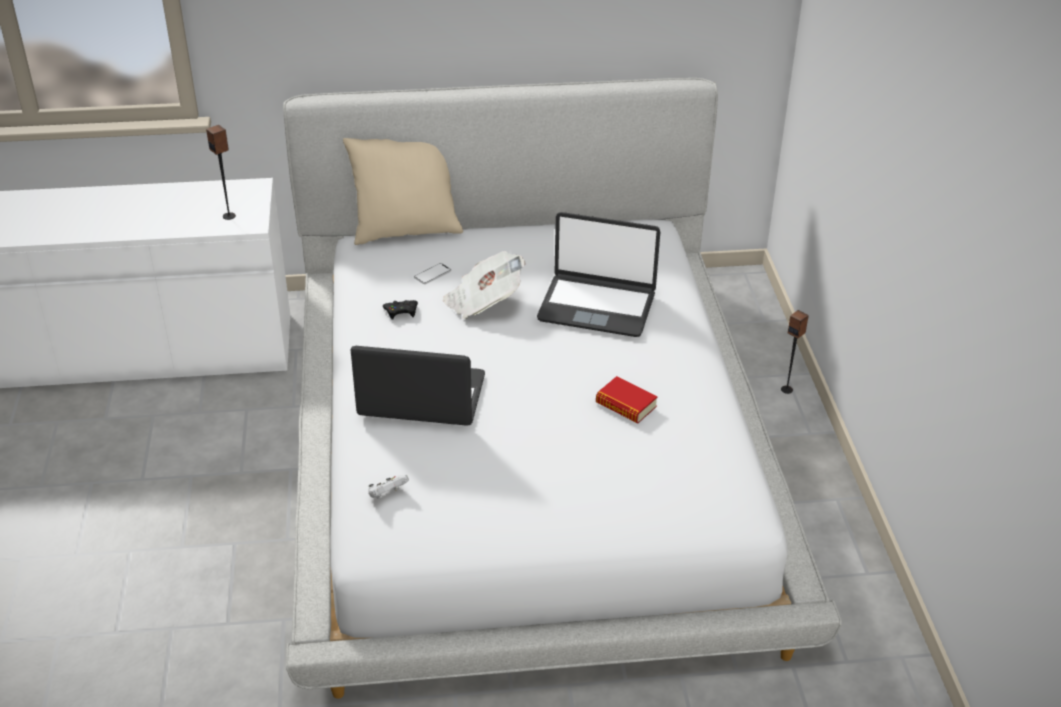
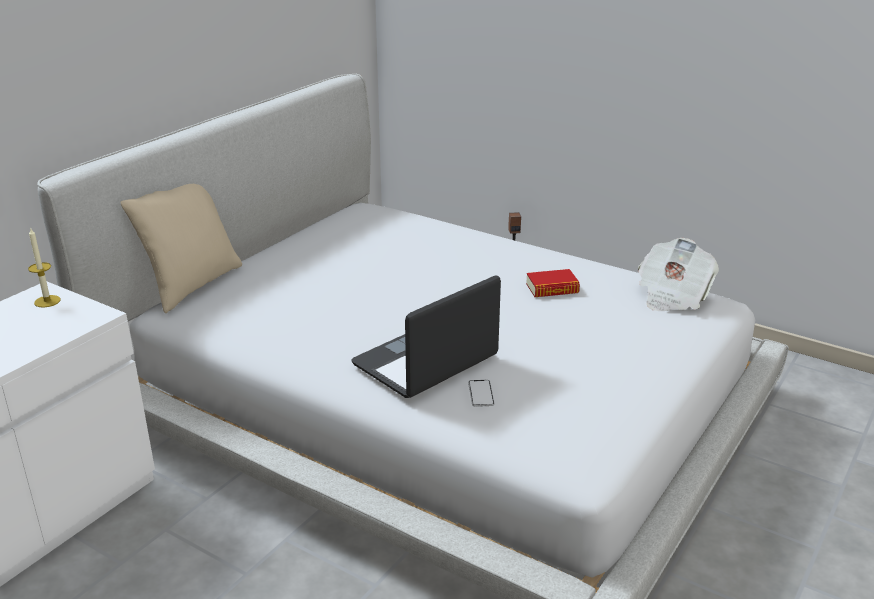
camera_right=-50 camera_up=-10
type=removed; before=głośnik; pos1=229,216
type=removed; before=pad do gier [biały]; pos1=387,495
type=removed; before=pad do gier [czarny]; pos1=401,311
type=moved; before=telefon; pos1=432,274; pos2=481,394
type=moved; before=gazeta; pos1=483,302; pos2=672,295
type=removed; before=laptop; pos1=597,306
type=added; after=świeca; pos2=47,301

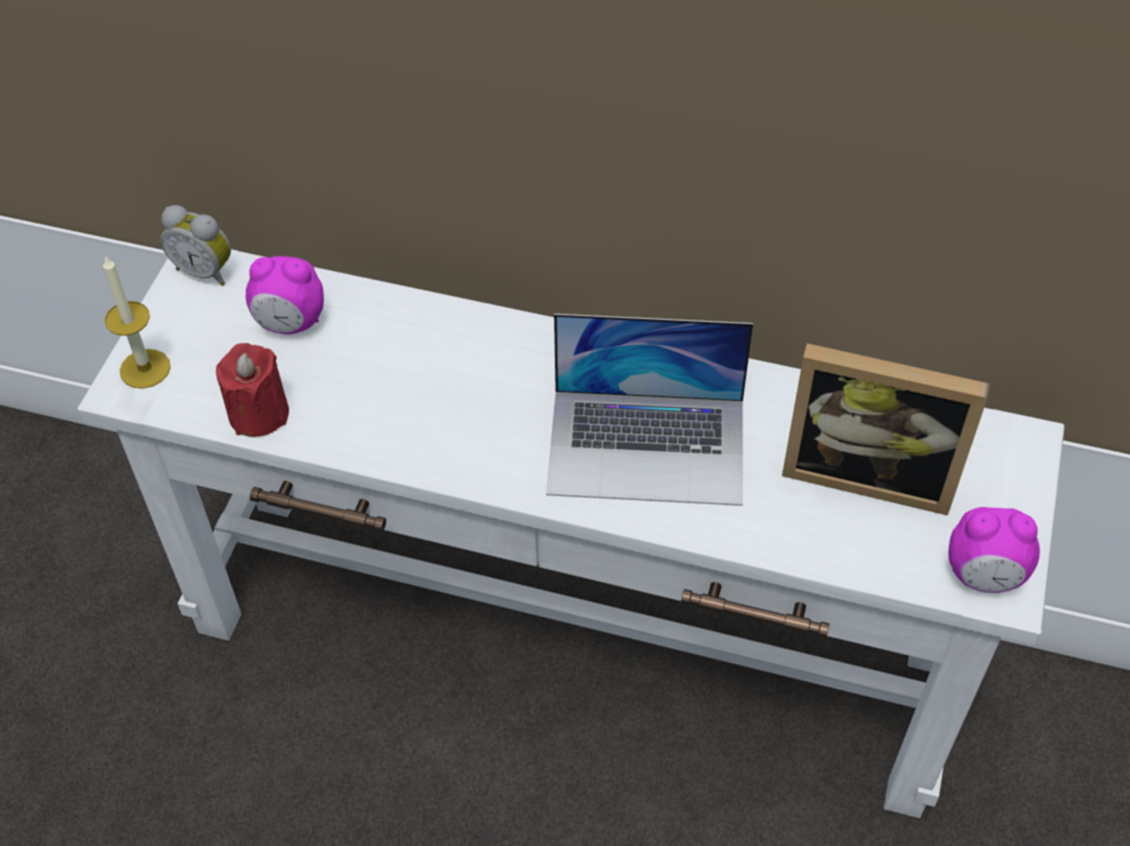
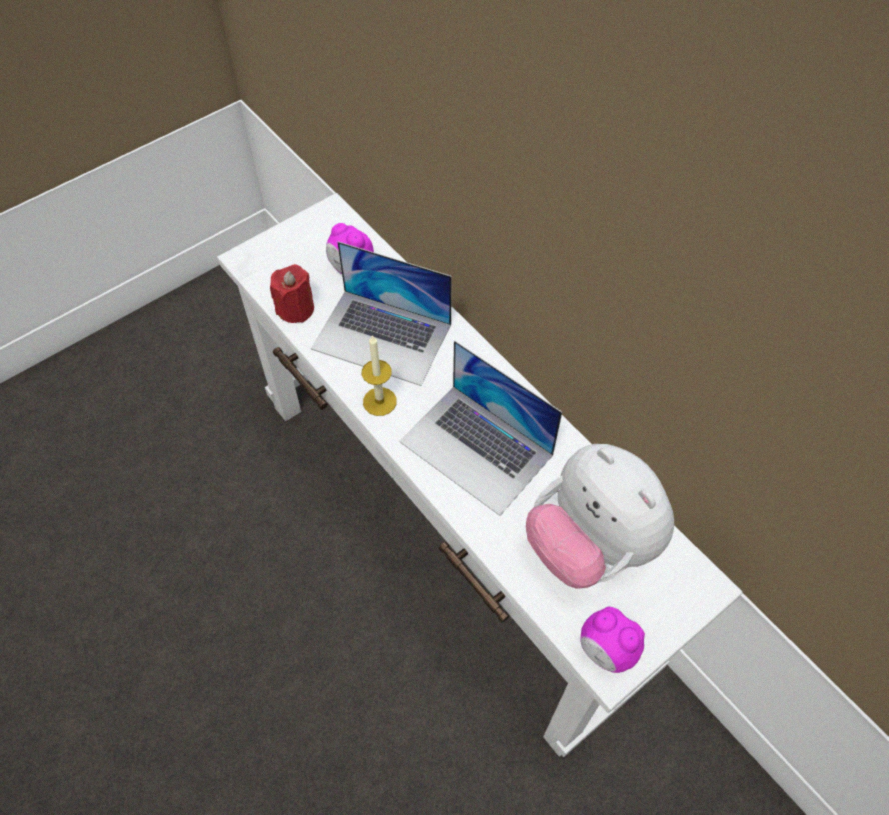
camera_right=35 camera_up=5
type=moved; before=świeca; pos1=145,369; pos2=379,401
type=removed; before=budzik; pos1=206,270
type=replaced; before=ramka na zdjęcie; after=pluszak; pos1=869,473; pos2=590,544
type=added; after=laptop; pos2=382,336

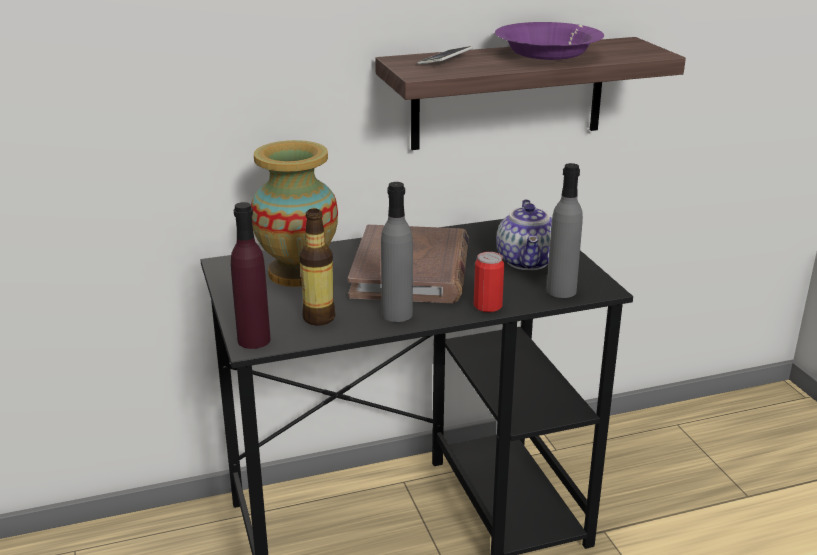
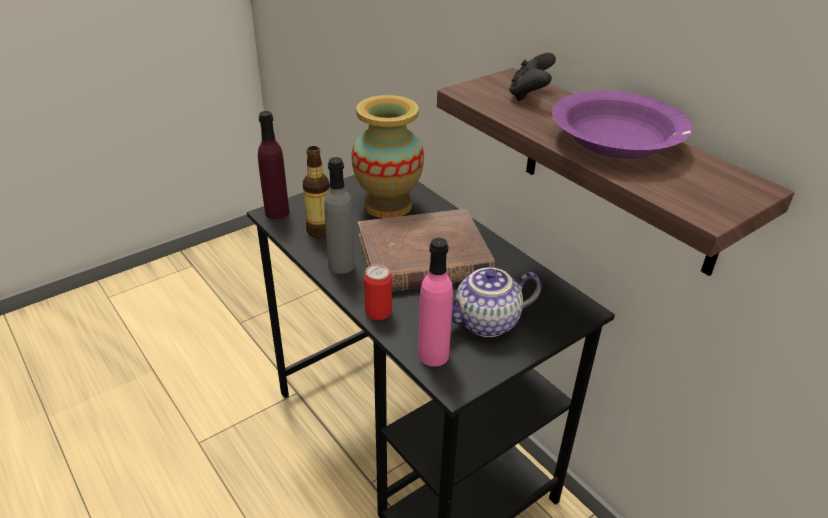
camera_right=70 camera_up=10
type=replaced; before=telefon; after=pad do gier [czarny]; pos1=445,60; pos2=529,95
type=recoloured; before=butelka [szary]; after=butelka [różowy]; pos1=561,291; pos2=433,355

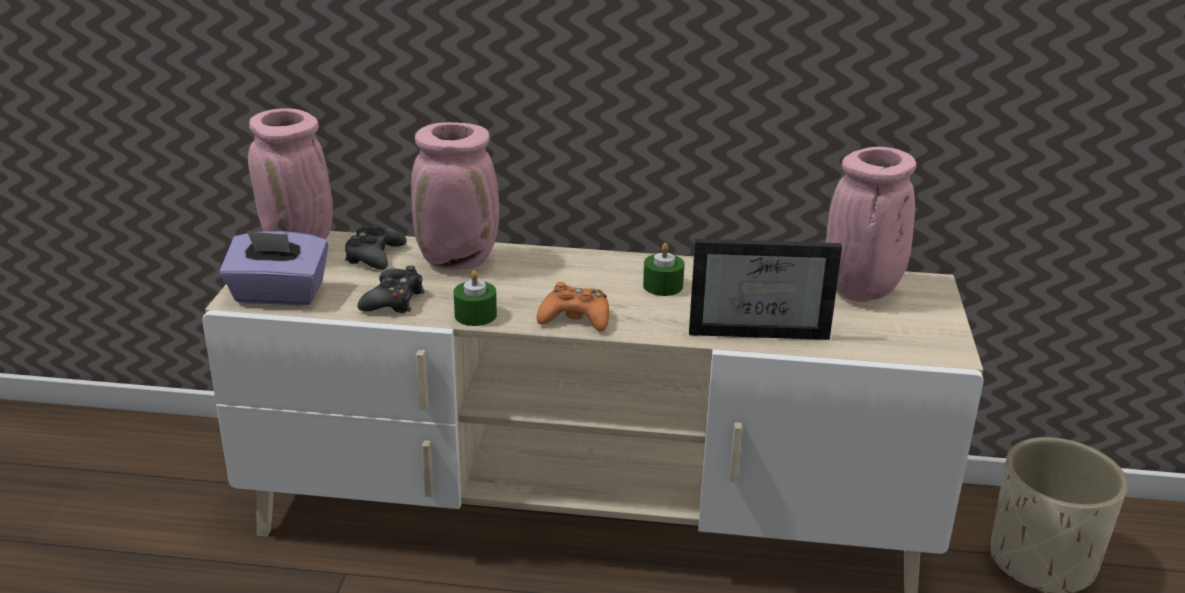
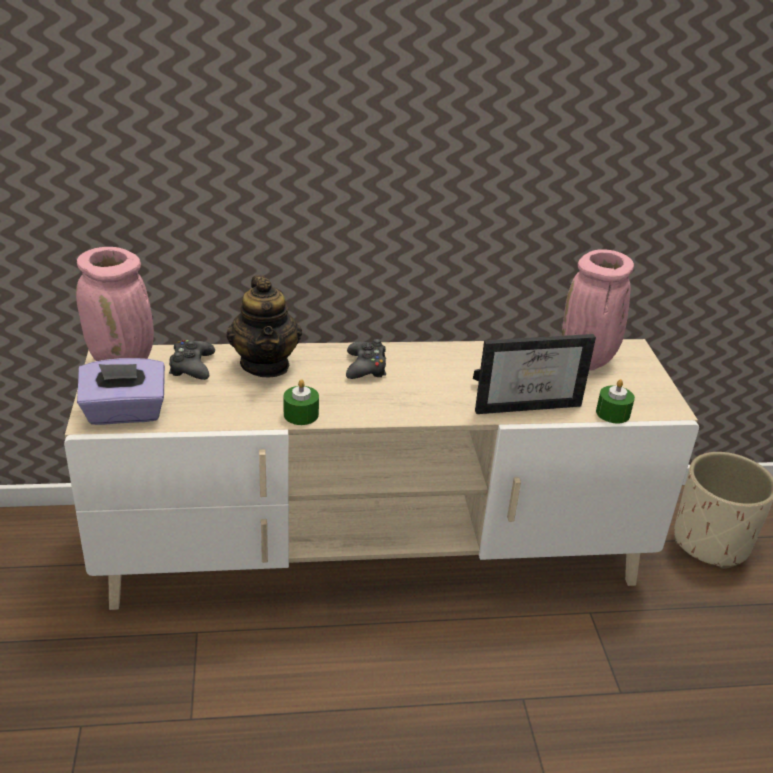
camera_right=-15 camera_up=5
type=moved; before=pad do gier [czarny]; pos1=393,300; pos2=366,367
type=replaced; before=wazon [różowy]; after=imbryk; pos1=459,261; pos2=265,364
type=removed; before=pad do gier [pomarańczowy]; pos1=575,318
type=moved; before=świeca [zielony]; pos1=663,286; pos2=612,413

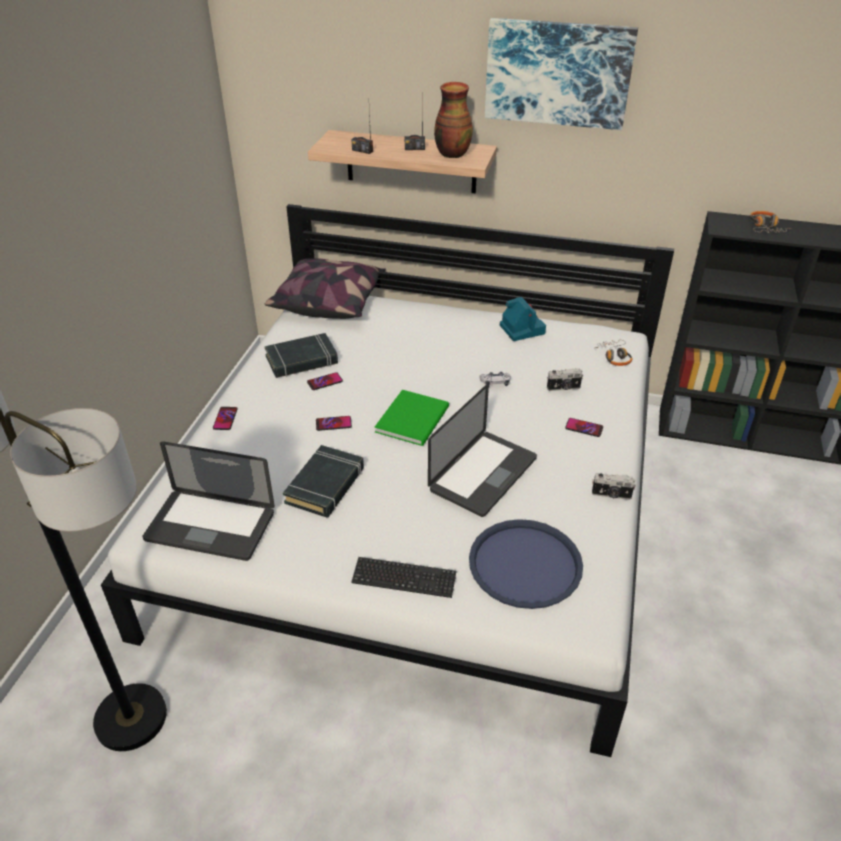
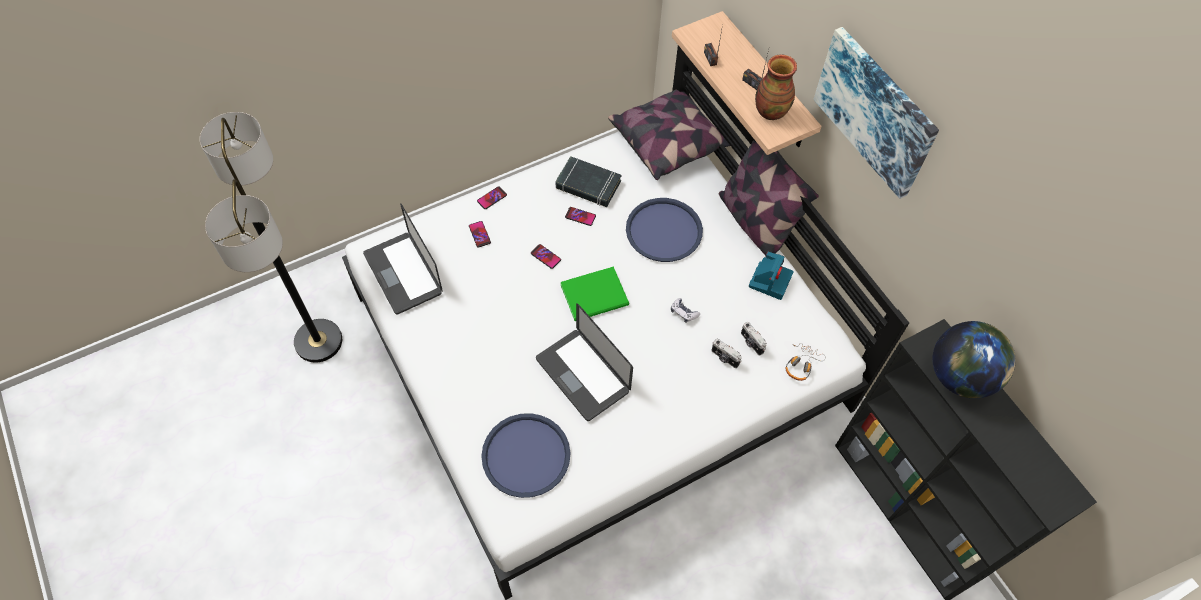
camera_right=45 camera_up=20
type=removed; before=książka [czarny]; pos1=325,485
type=removed; before=klawiatura; pos1=404,579
type=turned; before=laptop; pos1=483,474; pos2=582,375; turn=60
type=moved; before=telefon; pos1=584,428; pos2=479,234
type=moved; before=aparat fotograficzny; pos1=611,495; pos2=751,343
type=replaced; before=słuchawki; after=globus; pos1=765,227; pos2=960,376
type=added; after=taca [niebieski]; pos2=663,231
type=added; after=poduszka; pos2=755,222

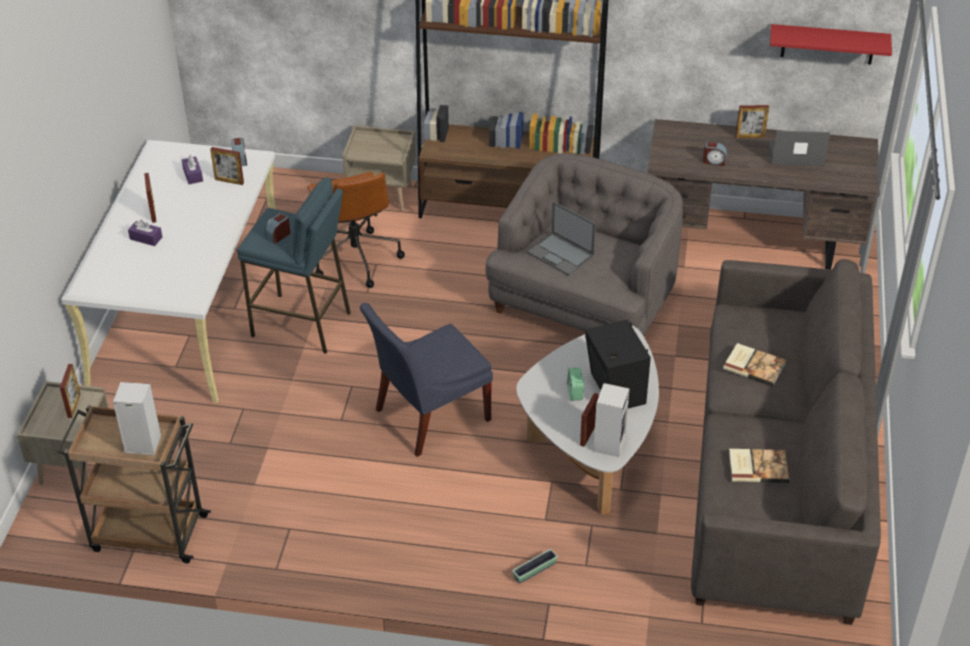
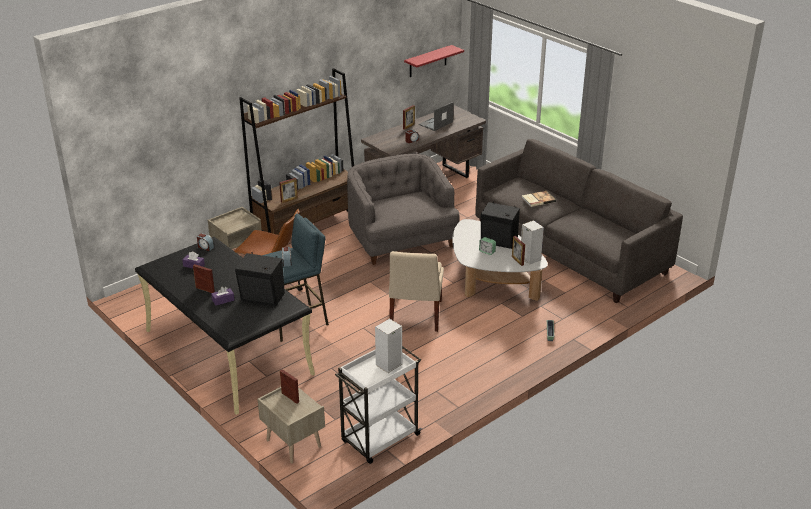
camera_right=-50 camera_up=-10
type=recoloured; before=wózek [brązowy]; after=wózek [biały]; pos1=147,533; pos2=379,439
type=recoloured; before=biurko [biały]; after=biurko [czarny]; pos1=189,308; pos2=227,351
type=moved; before=ramka na zdjęcie; pos1=229,181; pos2=289,200
type=recoloured; before=krzesło [niebieski]; after=krzesło [beżowy]; pos1=428,416; pos2=415,316
type=removed; before=laptop; pos1=561,254
type=removed; before=książka; pos1=757,466
type=added; after=głośnik [czarny]; pos2=262,298

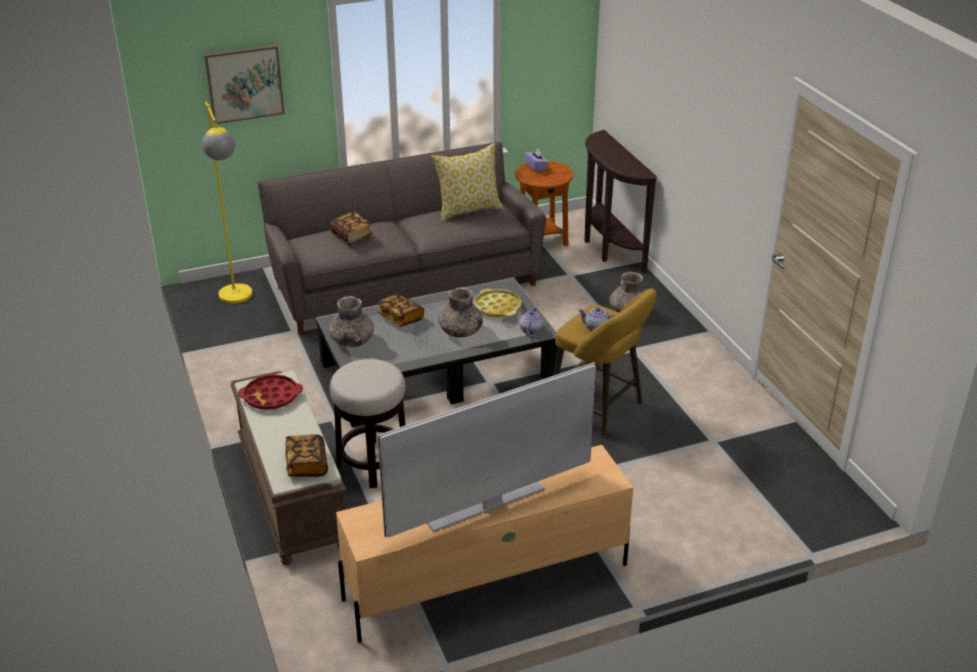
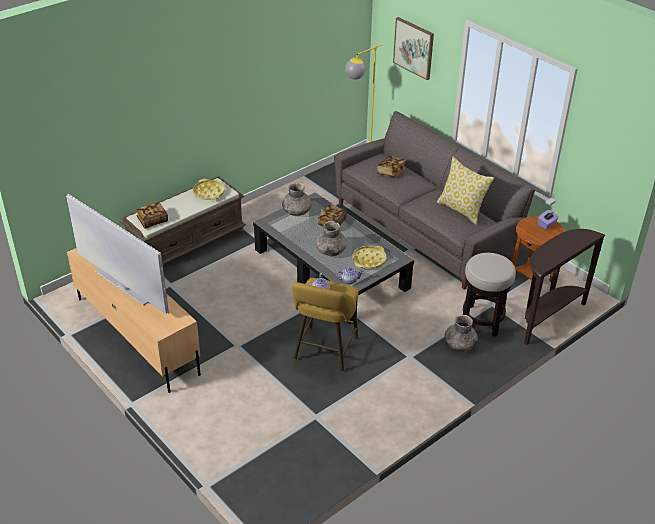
camera_right=70 camera_up=5
type=recoloured; before=taca [czerwony]; after=taca [żółty]; pos1=271,397; pos2=209,192
type=moved; before=stołek; pos1=373,464; pos2=482,321

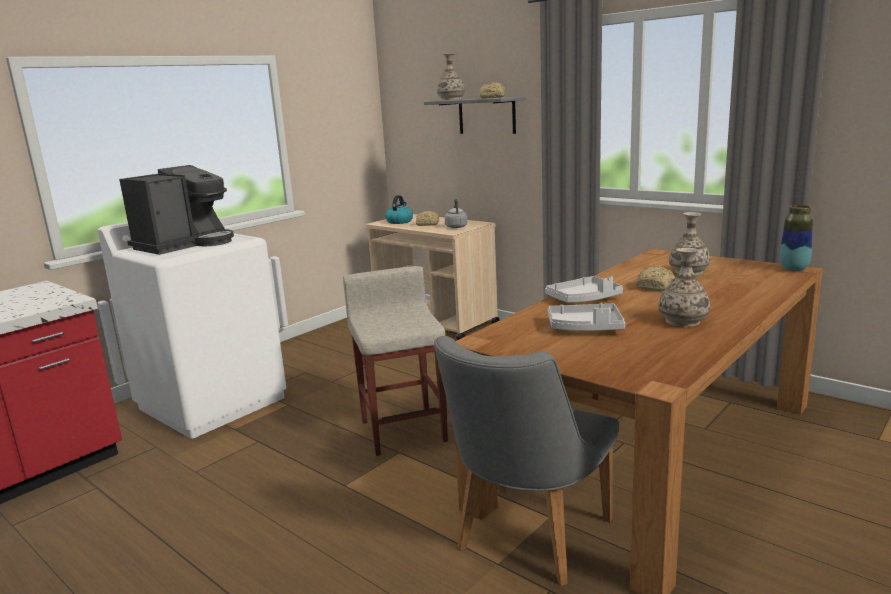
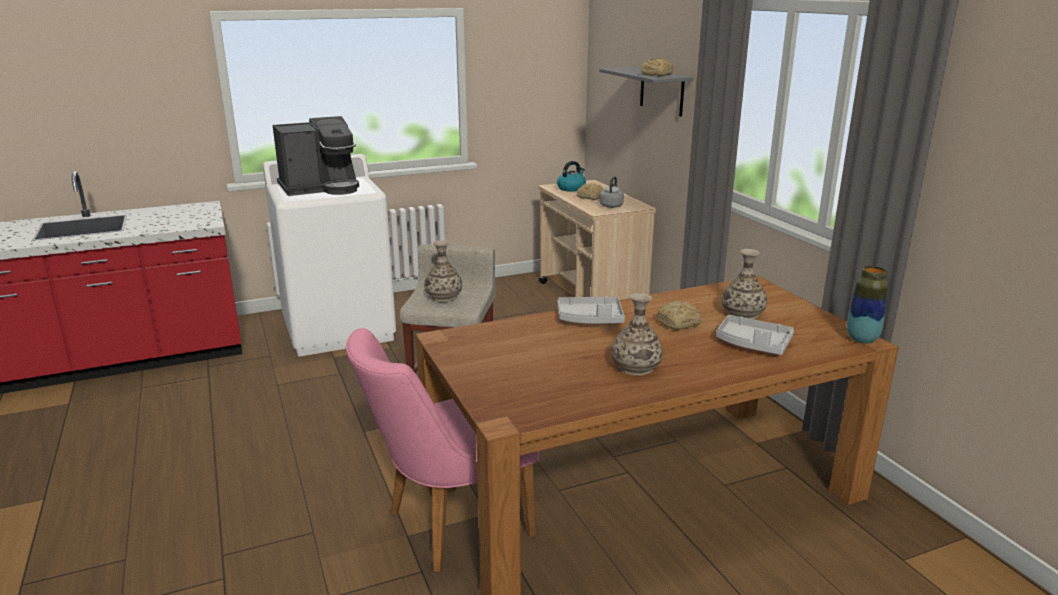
camera_right=25 camera_up=5
type=recoloured; before=krzesło [szary]; after=krzesło [różowy]; pos1=525,541; pos2=446,526
type=moved; before=wazon; pos1=451,99; pos2=444,297
type=moved; before=taca [szary]; pos1=585,328; pos2=753,344

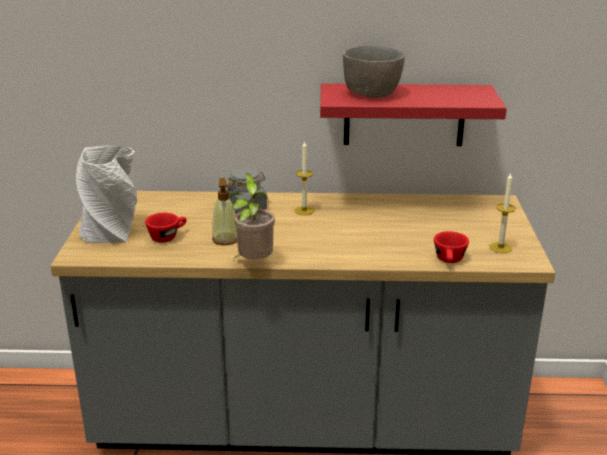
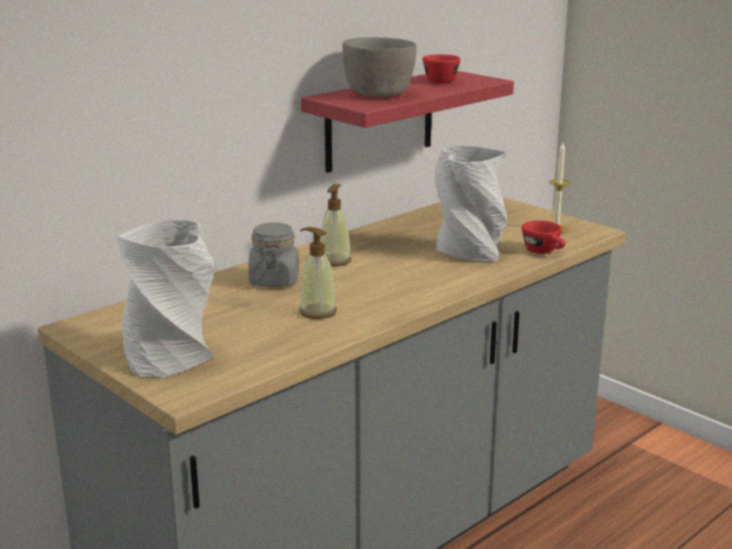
camera_right=-45 camera_up=-5
type=moved; before=filiżanka [czerwony]; pos1=167,236; pos2=440,80
type=removed; before=roślina doniczkowa; pos1=253,263
type=replaced; before=świeca; after=dozownik mydła; pos1=304,211; pos2=335,260
type=added; after=wazon [szary]; pos2=470,252

